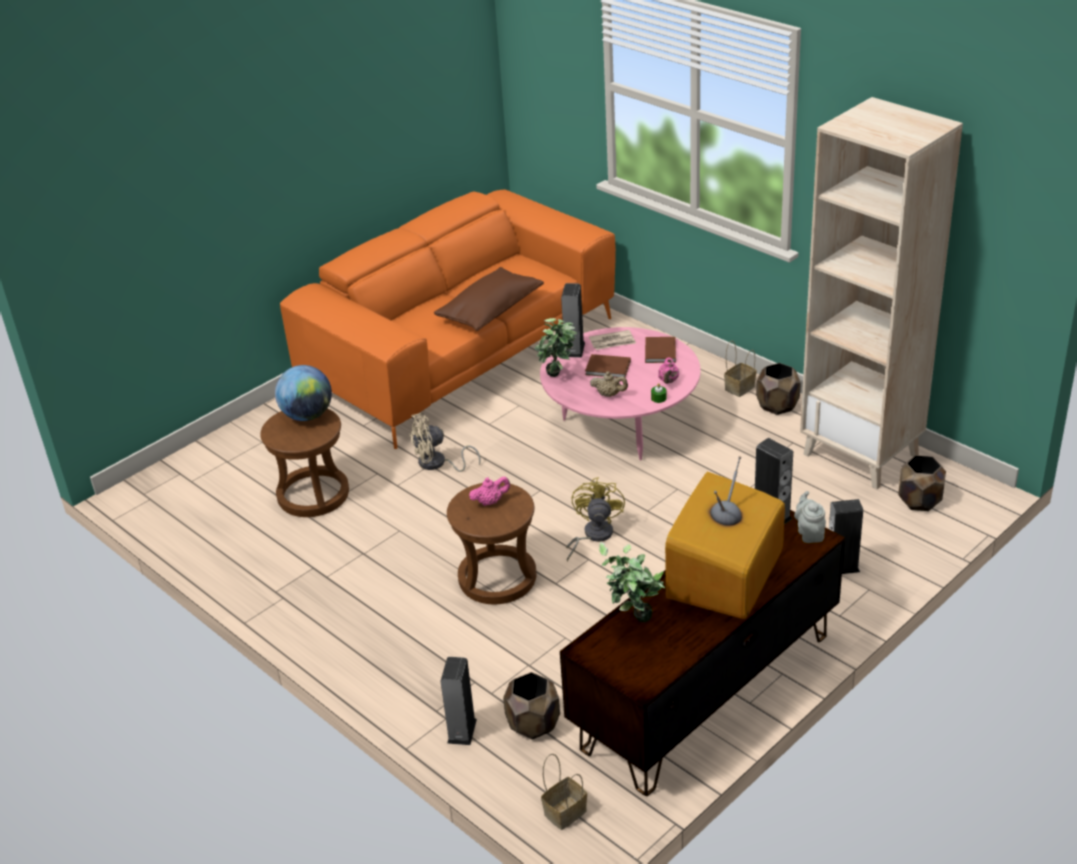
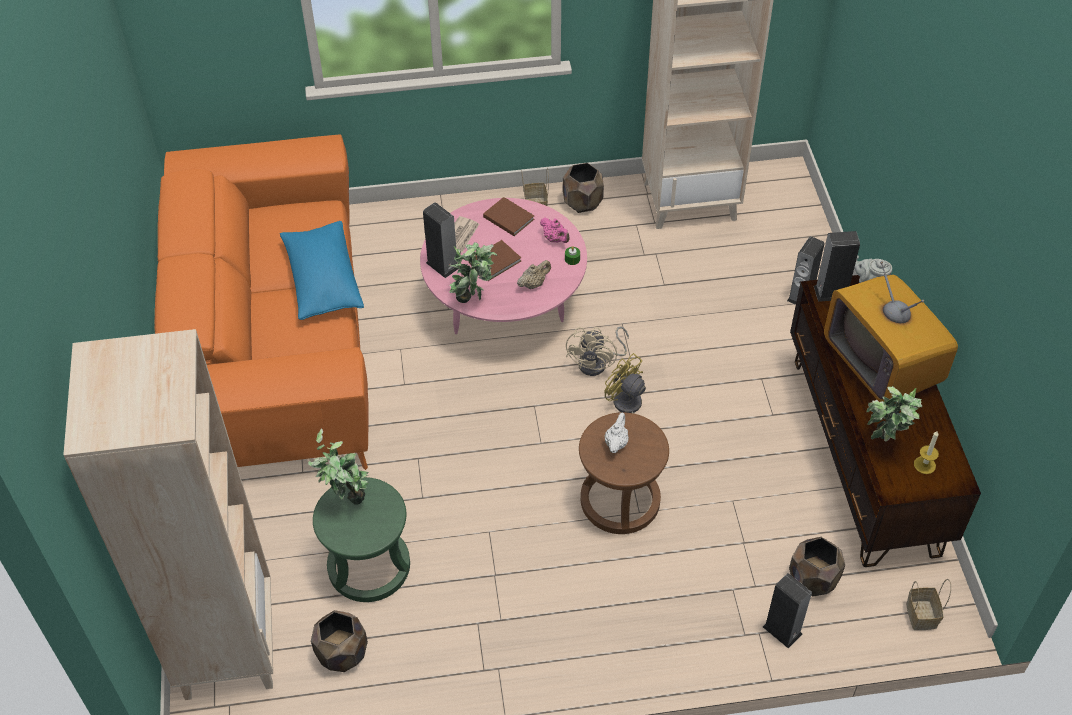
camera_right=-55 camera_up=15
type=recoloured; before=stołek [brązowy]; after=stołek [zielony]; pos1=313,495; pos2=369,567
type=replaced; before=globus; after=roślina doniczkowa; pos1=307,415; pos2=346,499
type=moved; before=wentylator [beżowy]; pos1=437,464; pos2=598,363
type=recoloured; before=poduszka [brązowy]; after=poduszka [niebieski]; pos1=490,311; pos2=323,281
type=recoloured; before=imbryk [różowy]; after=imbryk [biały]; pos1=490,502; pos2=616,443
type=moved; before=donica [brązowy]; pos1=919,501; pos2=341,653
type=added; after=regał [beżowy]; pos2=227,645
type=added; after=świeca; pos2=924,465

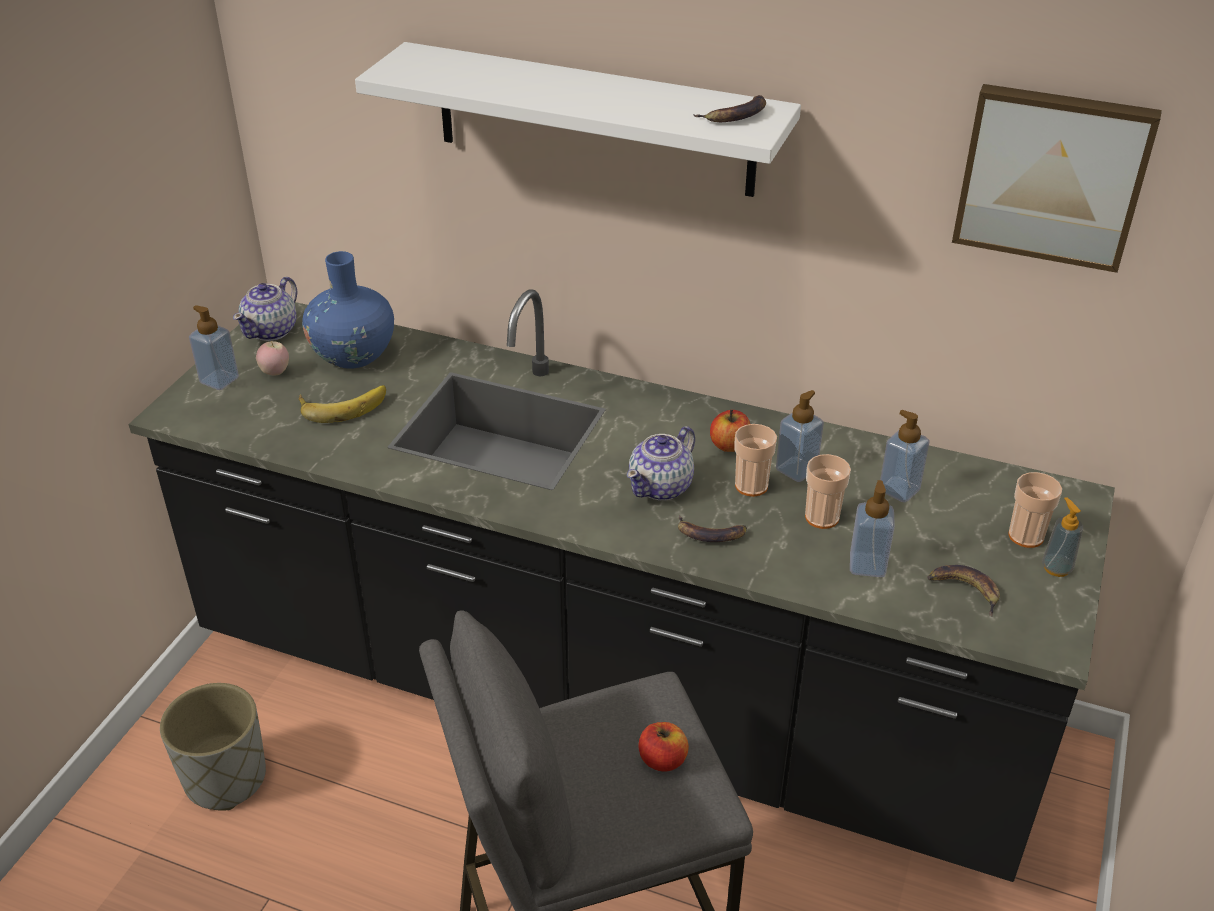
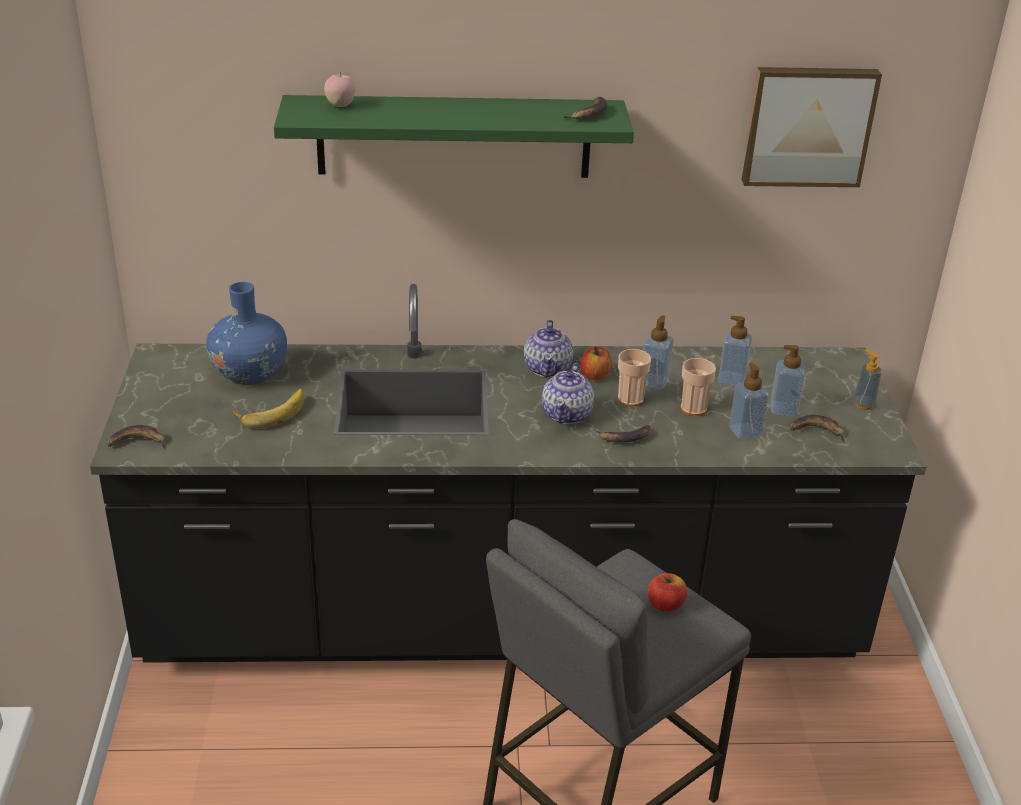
camera_right=-25 camera_up=-5
type=removed; before=donica [szary]; pos1=225,778
type=moved; before=dozownik mydła; pos1=219,380; pos2=783,409
type=moved; before=imbryk; pos1=272,330; pos2=548,368
type=moved; before=jabłko; pos1=275,372; pos2=340,106
type=recoloured; before=półka [biały]; after=półka [zielony]; pos1=594,120; pos2=454,136
type=removed; before=filiżanka; pos1=1025,536
type=added; after=banan; pos2=137,443

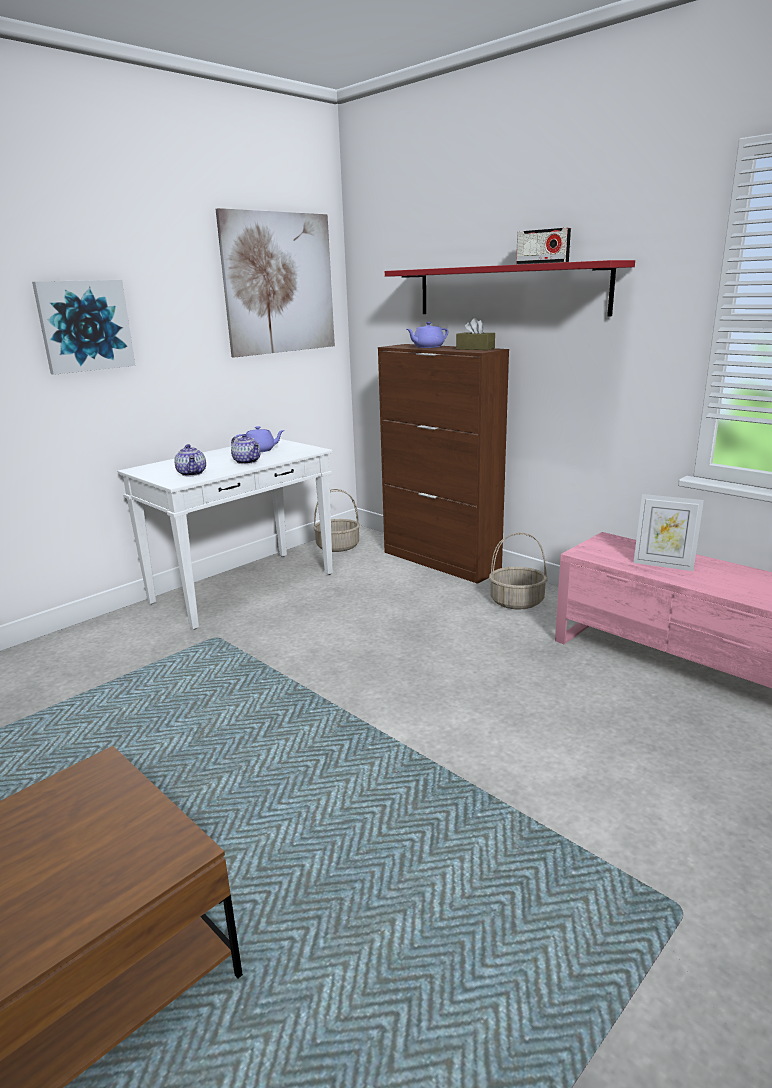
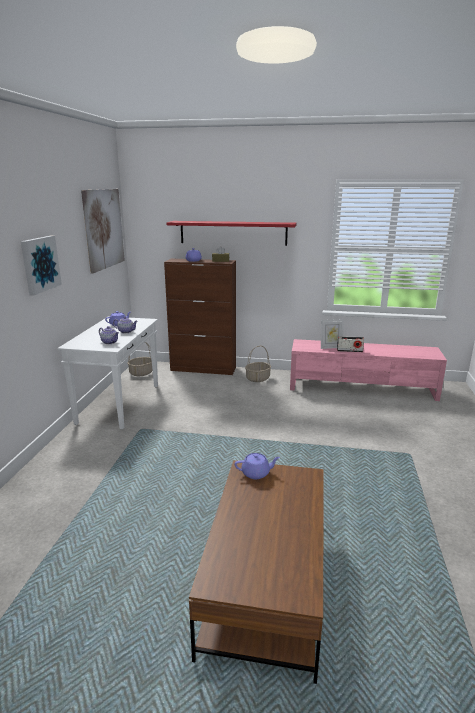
camera_right=-35 camera_up=0
type=moved; before=radio; pos1=542,263; pos2=349,351
type=added; after=imbryk [fioletowy]; pos2=256,473

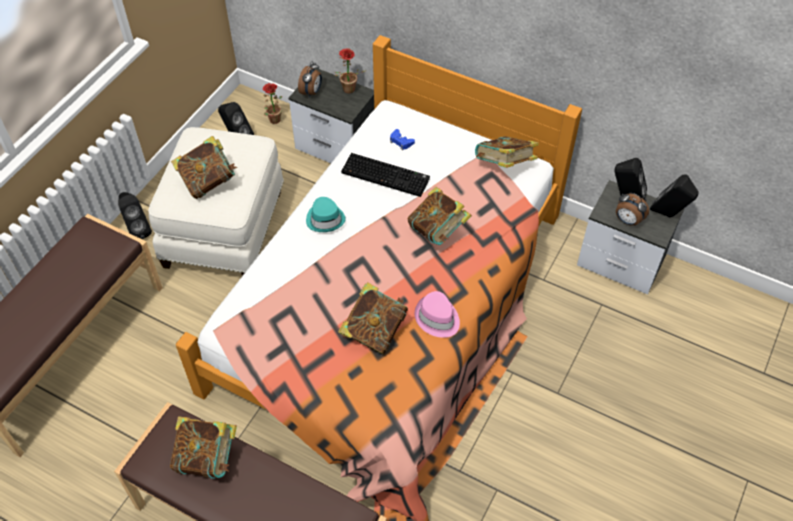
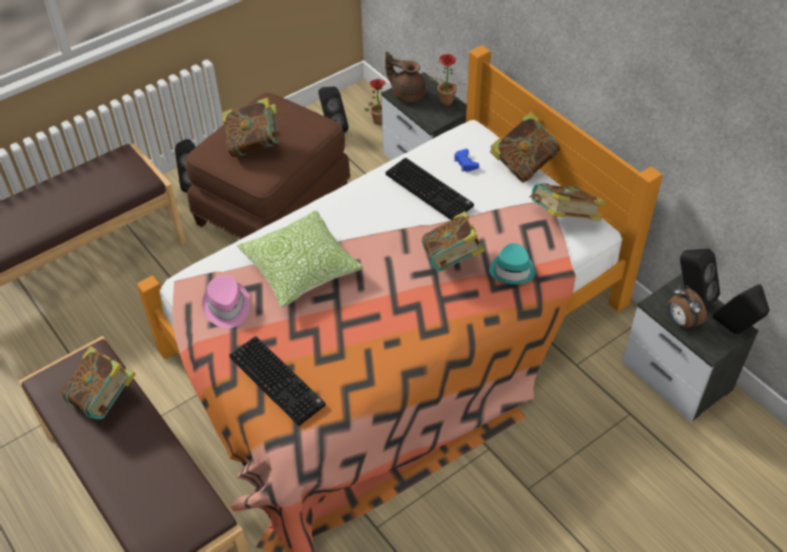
camera_right=25 camera_up=-5
type=recoloured; before=pufa [biały]; after=pufa [brązowy]; pos1=226,229; pos2=274,208
type=replaced; before=budzik; after=imbryk [brązowy]; pos1=311,92; pos2=407,94
type=moved; before=kapelusz [turkusowy]; pos1=325,219; pos2=512,270
type=moved; before=książka; pos1=373,331; pos2=524,165
type=moved; before=kapelusz [różowy]; pos1=437,318; pos2=226,306
type=added; after=klawiatura; pos2=279,380
type=added; after=poduszka; pos2=301,268

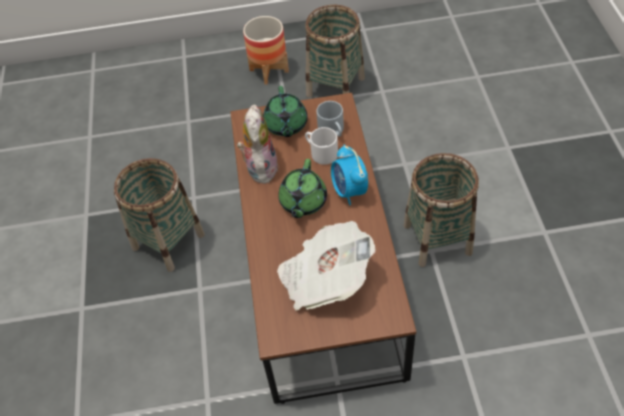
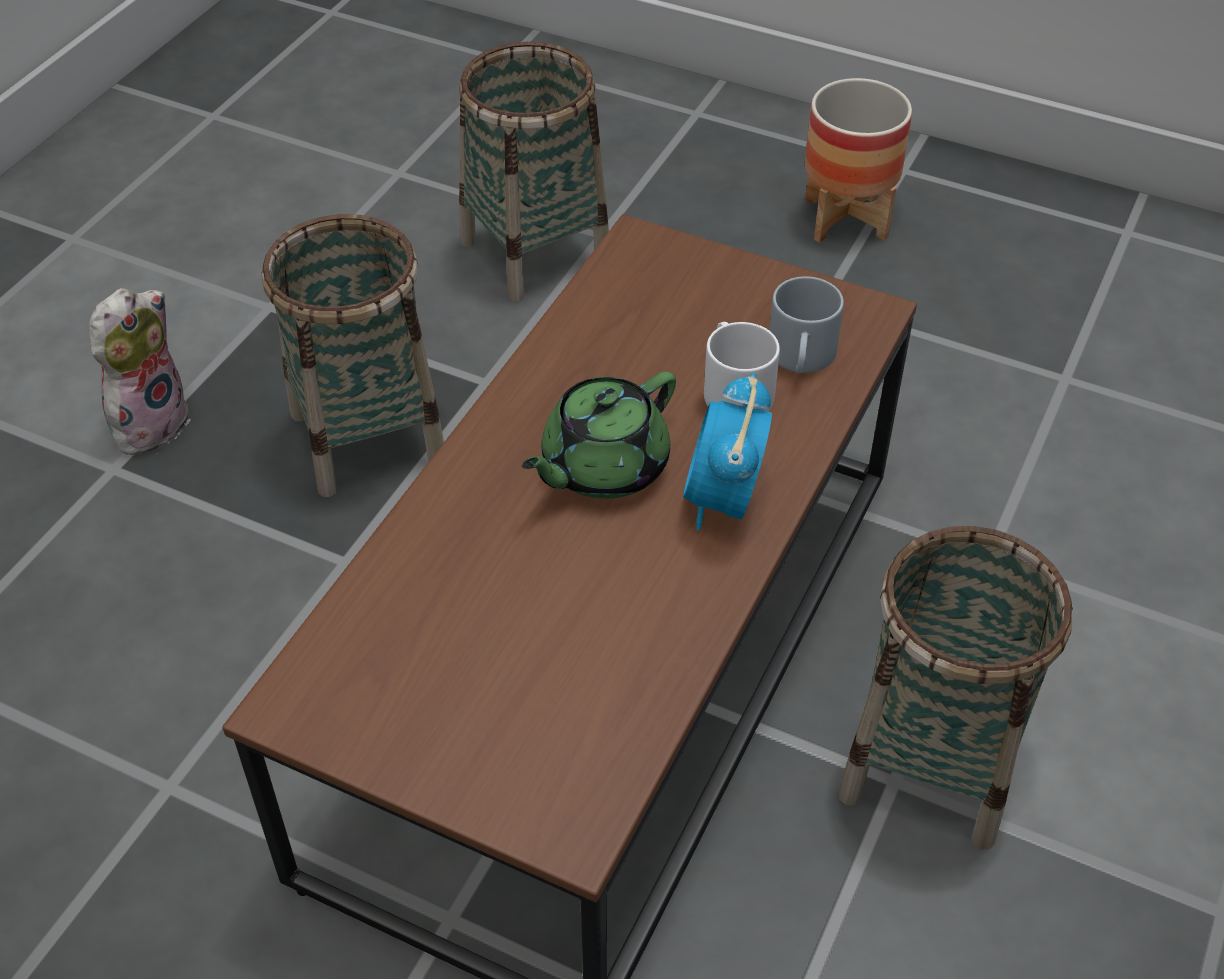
camera_right=30 camera_up=-5
type=moved; before=pluszak; pos1=260,167; pos2=150,422
type=removed; before=imbryk [zielony]; pos1=286,125
type=removed; before=gazeta; pos1=324,279
type=moved; before=koszyk; pos1=335,86; pos2=535,252

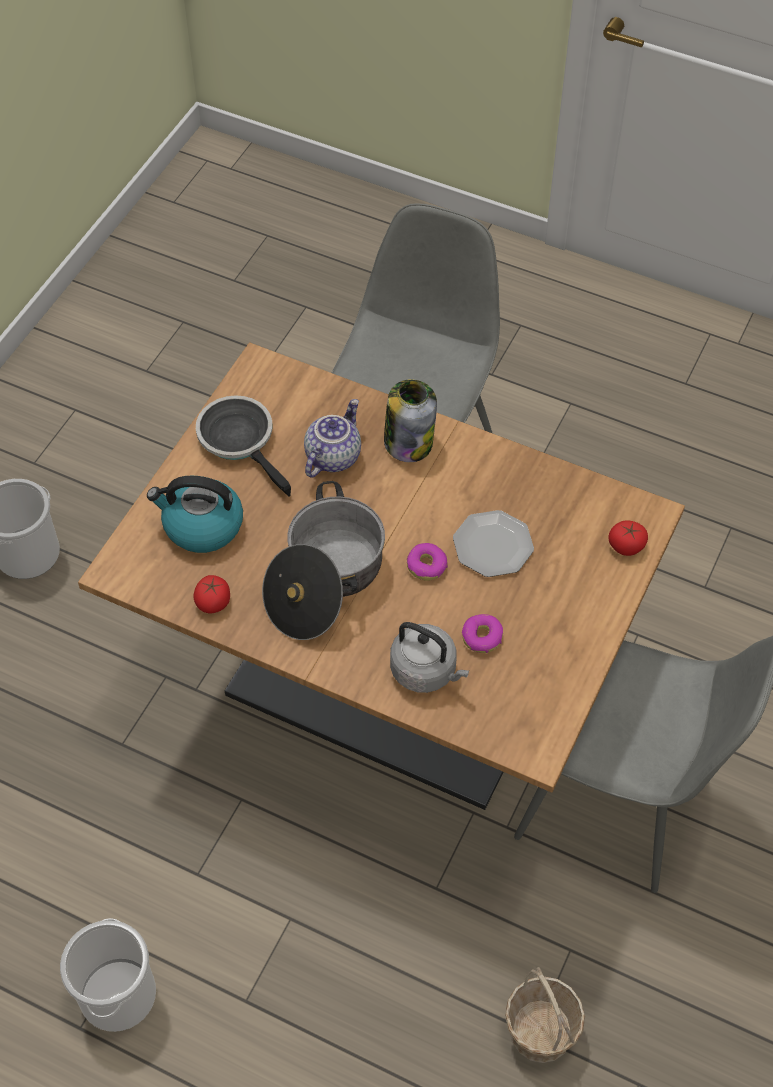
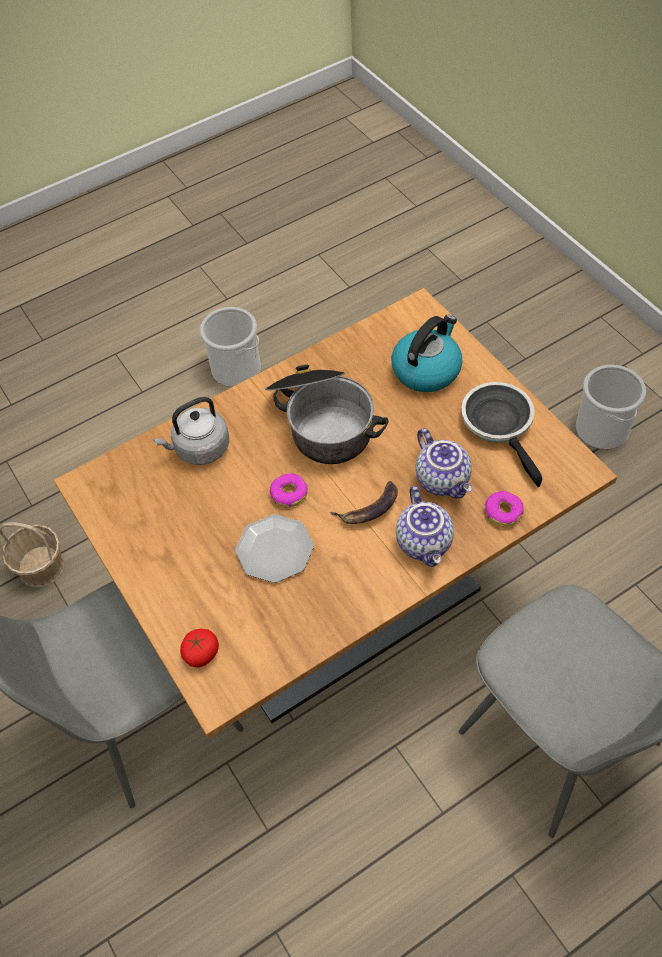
camera_right=125 camera_up=0
type=removed; before=pomidor; pos1=213,602
type=turned; before=patelnia; pos1=240,440; pos2=500,425; turn=-105
type=replaced; before=słoik; after=imbryk; pos1=408,441; pos2=425,543
type=moved; before=donut; pos1=481,637; pos2=503,512
type=added; after=banan; pos2=369,509

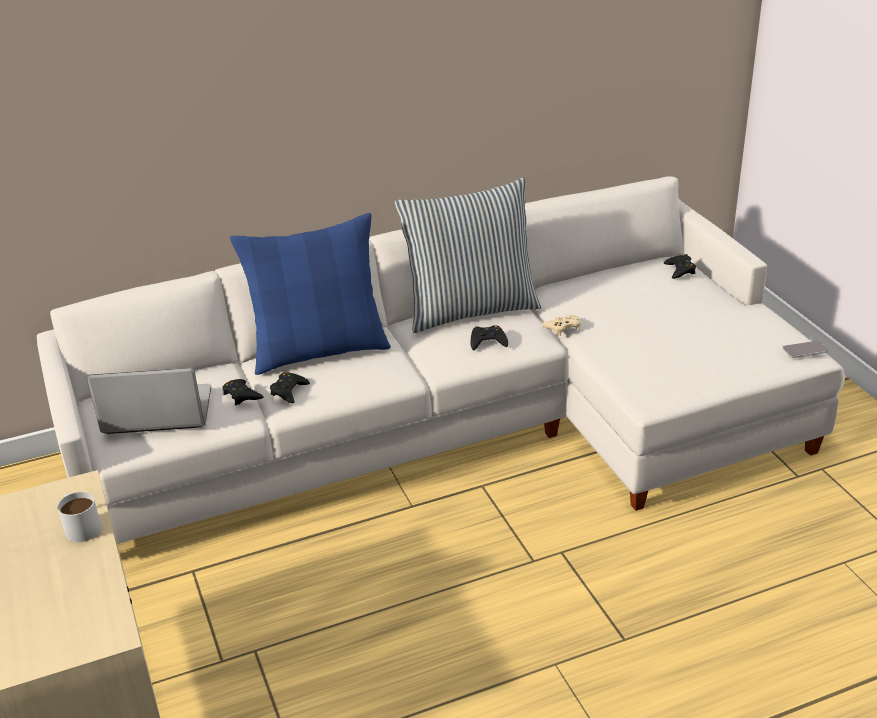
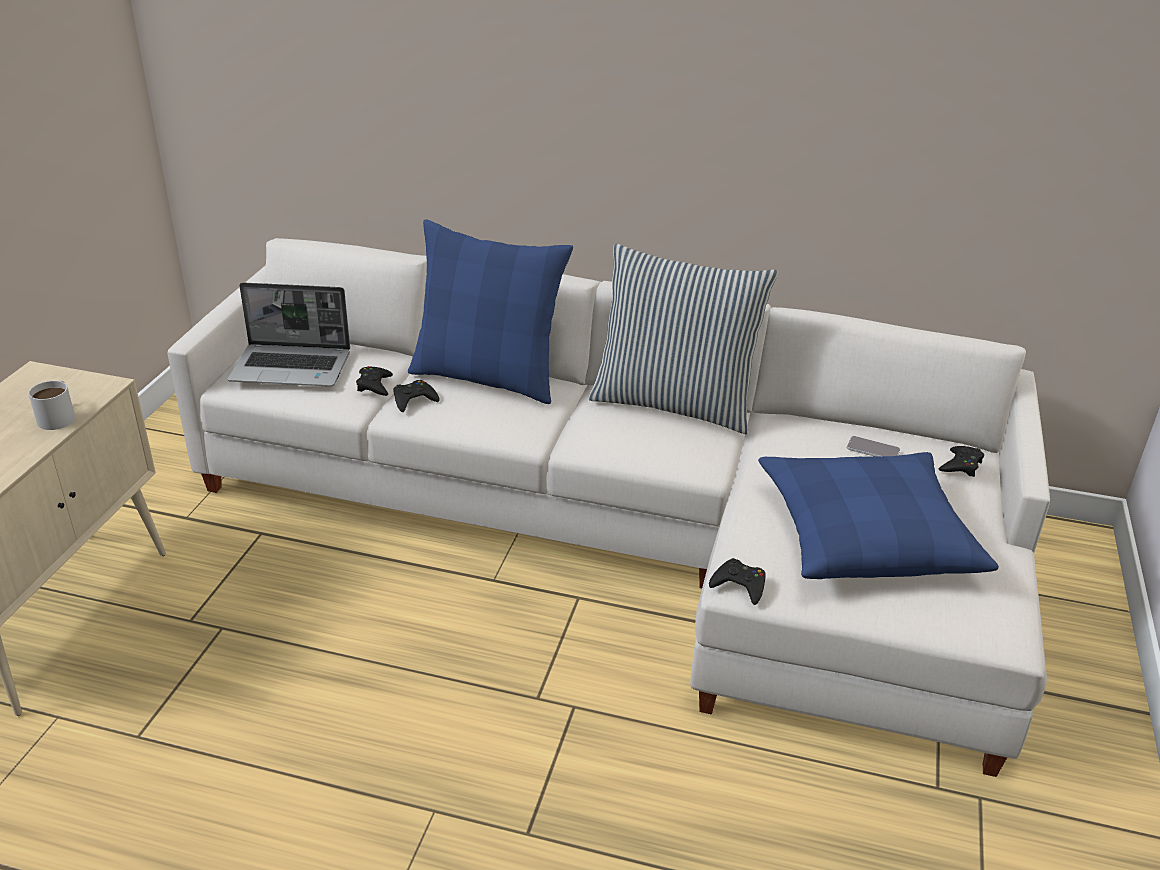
camera_right=35 camera_up=0
type=turned; before=laptop; pos1=156,413; pos2=293,367; turn=150
type=moved; before=pad do gier [czarny]; pos1=488,342; pos2=739,585
type=removed; before=pad do gier [beżowy]; pos1=563,328
type=moved; before=telefon; pos1=804,350; pos2=873,449
type=added; after=poduszka [niebieski]; pos2=866,534

